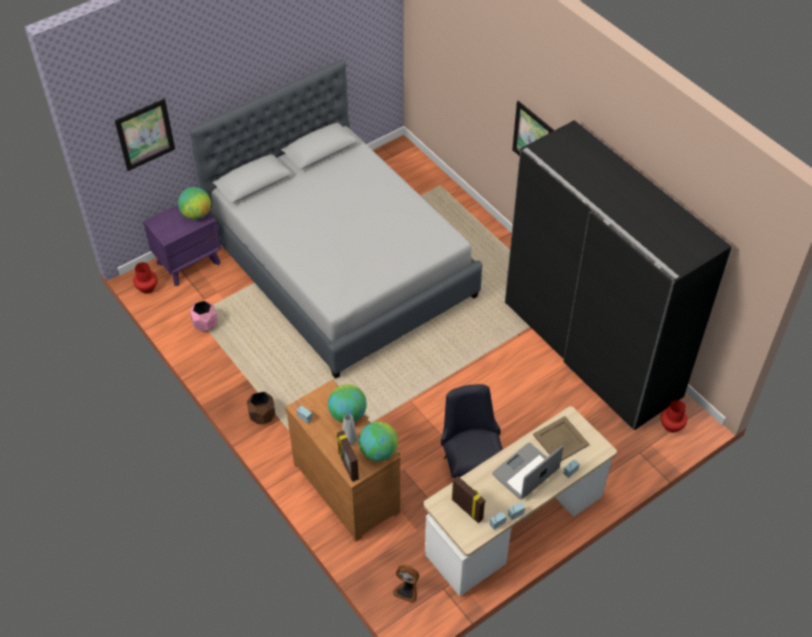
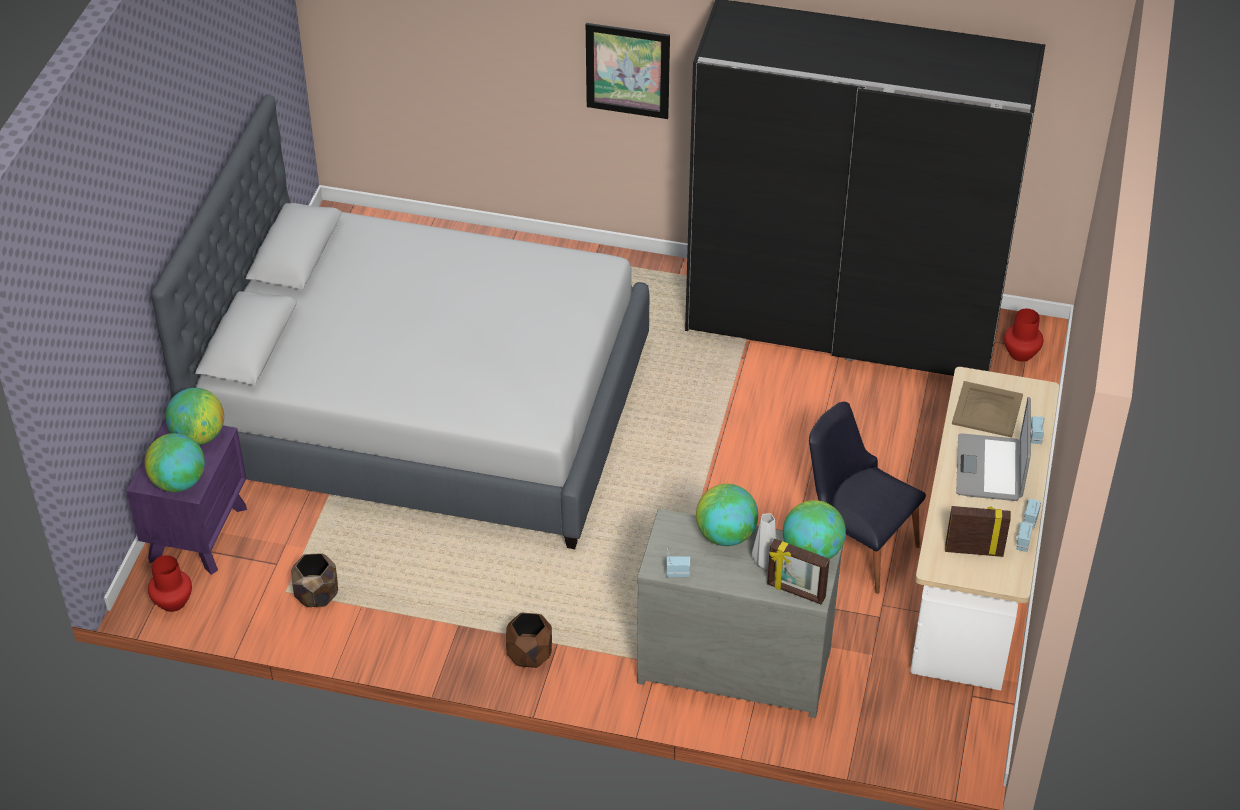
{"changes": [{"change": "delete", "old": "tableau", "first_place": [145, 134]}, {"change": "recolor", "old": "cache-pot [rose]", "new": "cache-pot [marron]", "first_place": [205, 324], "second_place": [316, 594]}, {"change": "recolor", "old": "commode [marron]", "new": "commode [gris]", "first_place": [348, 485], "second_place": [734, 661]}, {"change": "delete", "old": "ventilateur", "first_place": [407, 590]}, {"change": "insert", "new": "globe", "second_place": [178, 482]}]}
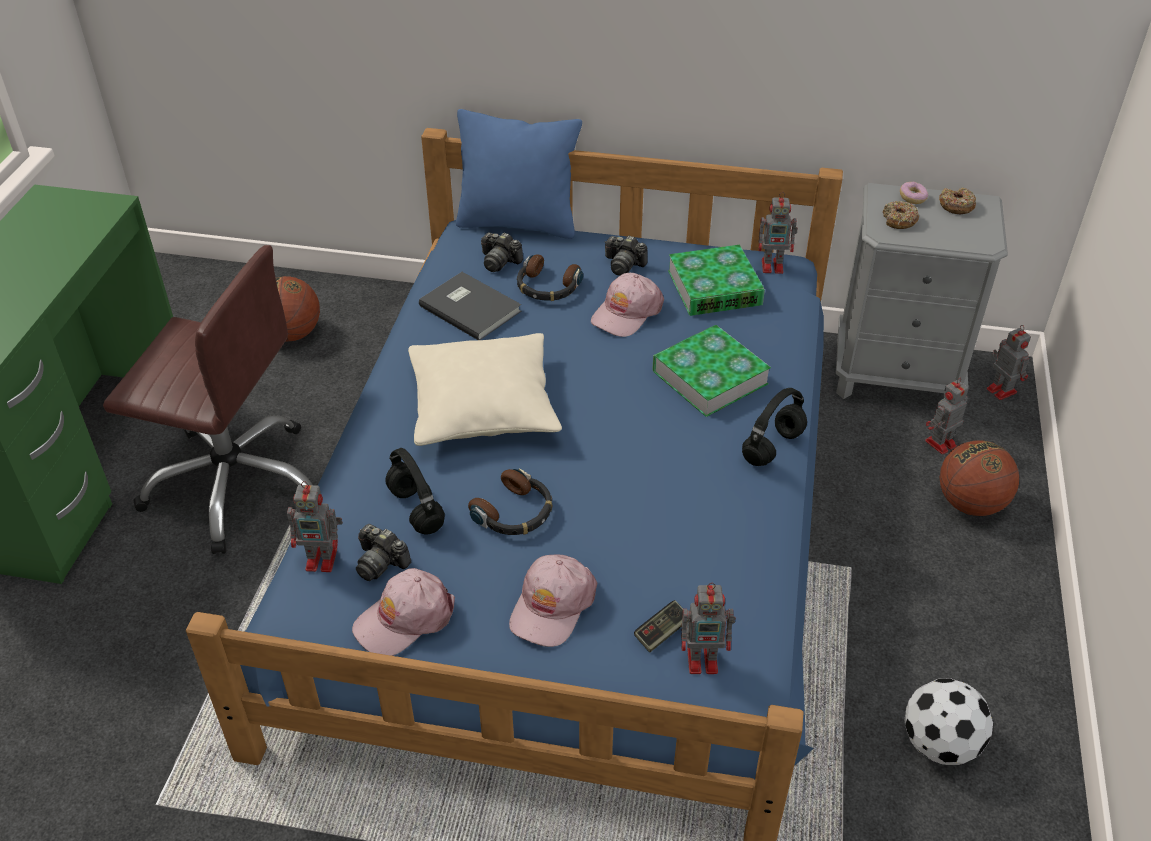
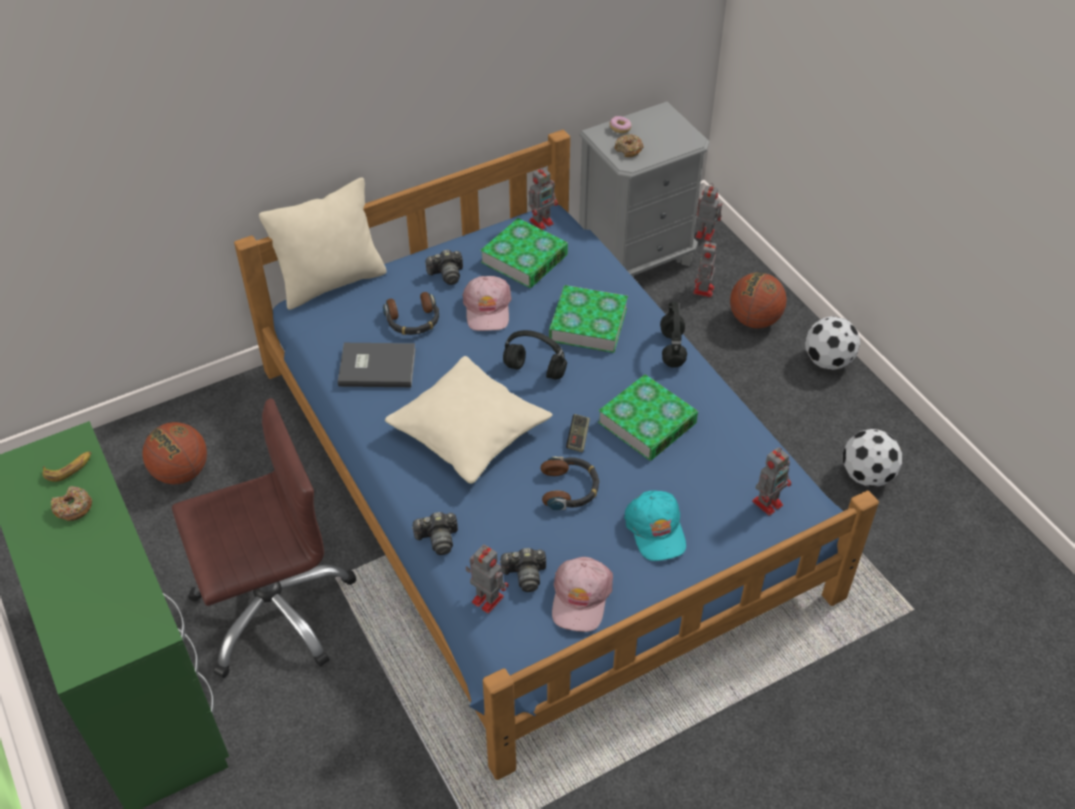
{"changes": [{"change": "recolor", "old": "coussin [bleu]", "new": "coussin [beige]", "first_place": [518, 223], "second_place": [332, 282]}, {"change": "move", "old": "beignet", "first_place": [956, 206], "second_place": [73, 508]}, {"change": "move", "old": "appareil photo", "first_place": [499, 261], "second_place": [437, 539]}, {"change": "move", "old": "casque audio [noir]", "first_place": [417, 510], "second_place": [536, 370]}, {"change": "rotate", "old": "robot jouet", "first_place": [323, 559], "second_place": [486, 598], "degrees": -105}, {"change": "recolor", "old": "casquette [rose]", "new": "casquette [turquoise]", "first_place": [552, 606], "second_place": [656, 529]}, {"change": "move", "old": "manette", "first_place": [662, 632], "second_place": [578, 437]}, {"change": "insert", "new": "ballon de foot", "second_place": [828, 361]}, {"change": "insert", "new": "livre", "second_place": [647, 423]}, {"change": "insert", "new": "banane", "second_place": [69, 468]}]}
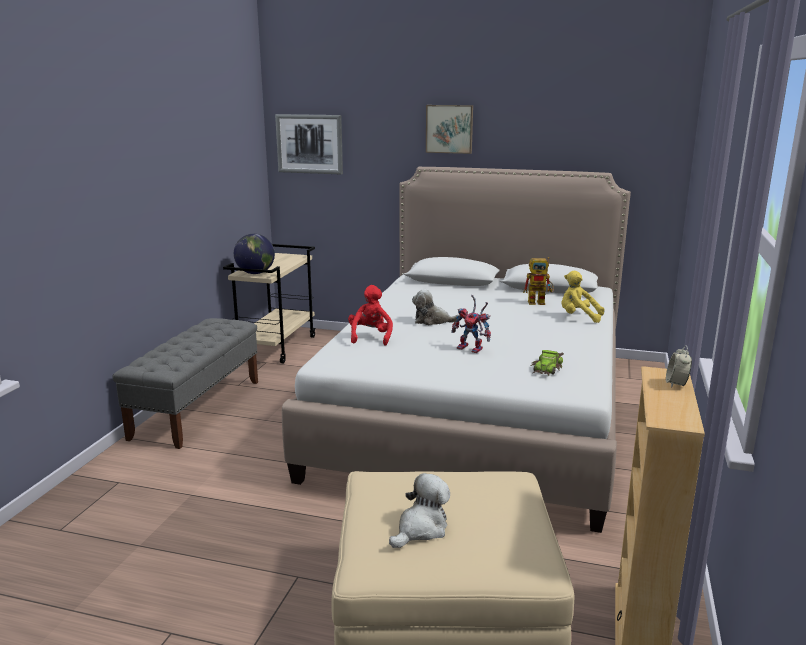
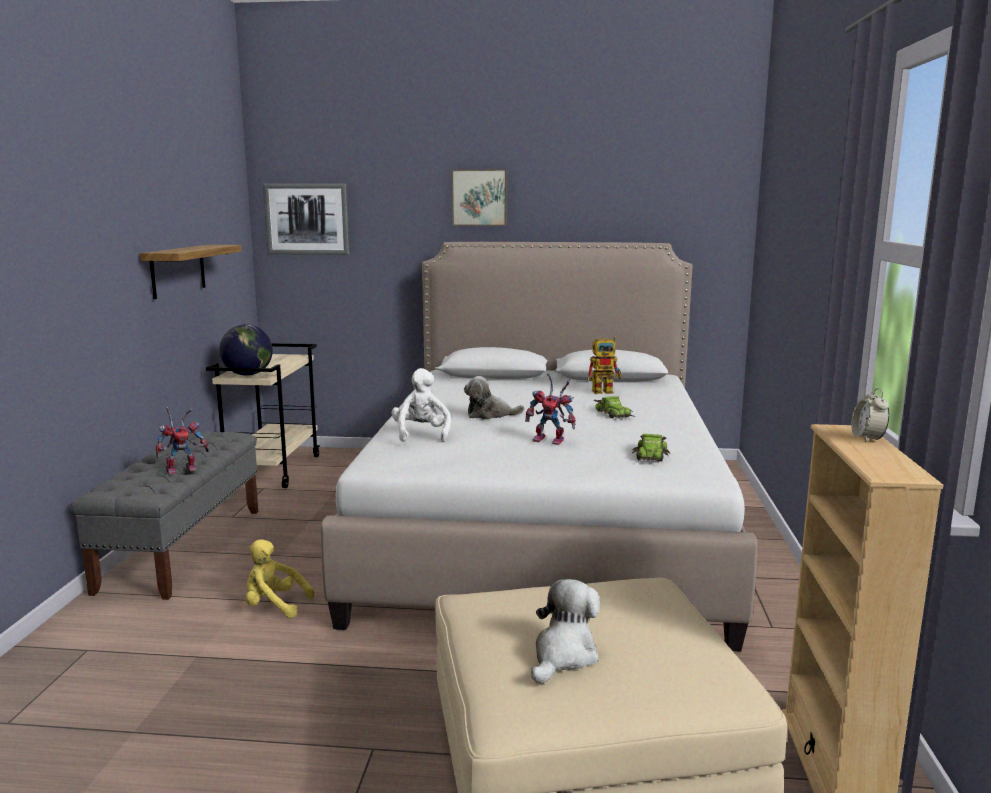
{"changes": [{"change": "move", "old": "peluche [jaune]", "first_place": [578, 317], "second_place": [274, 606]}, {"change": "recolor", "old": "peluche [rouge]", "new": "peluche [blanc]", "first_place": [370, 337], "second_place": [421, 434]}, {"change": "insert", "new": "étagère", "second_place": [178, 270]}, {"change": "insert", "new": "petite voiture", "second_place": [614, 414]}, {"change": "insert", "new": "robot jouet", "second_place": [183, 469]}]}
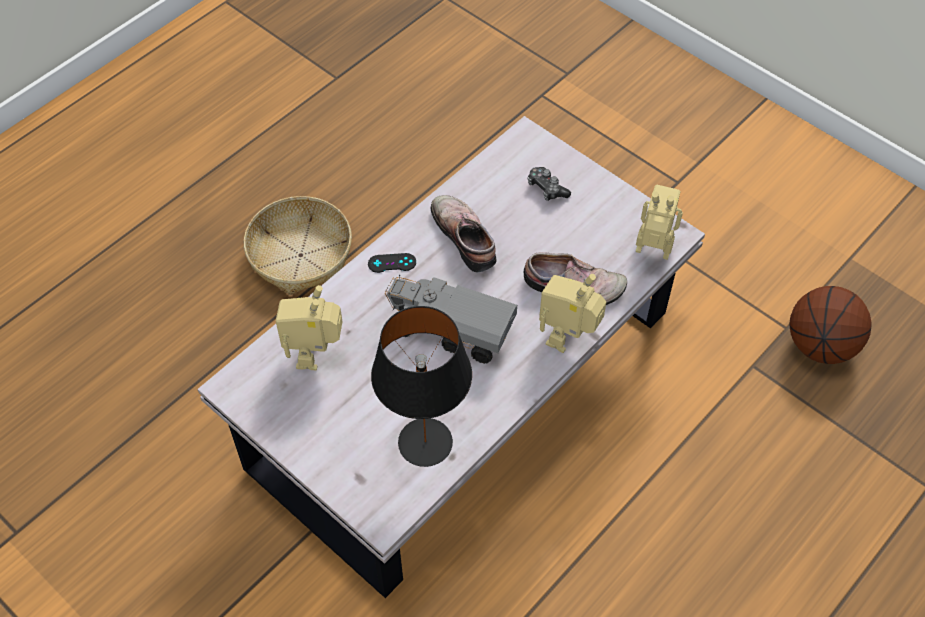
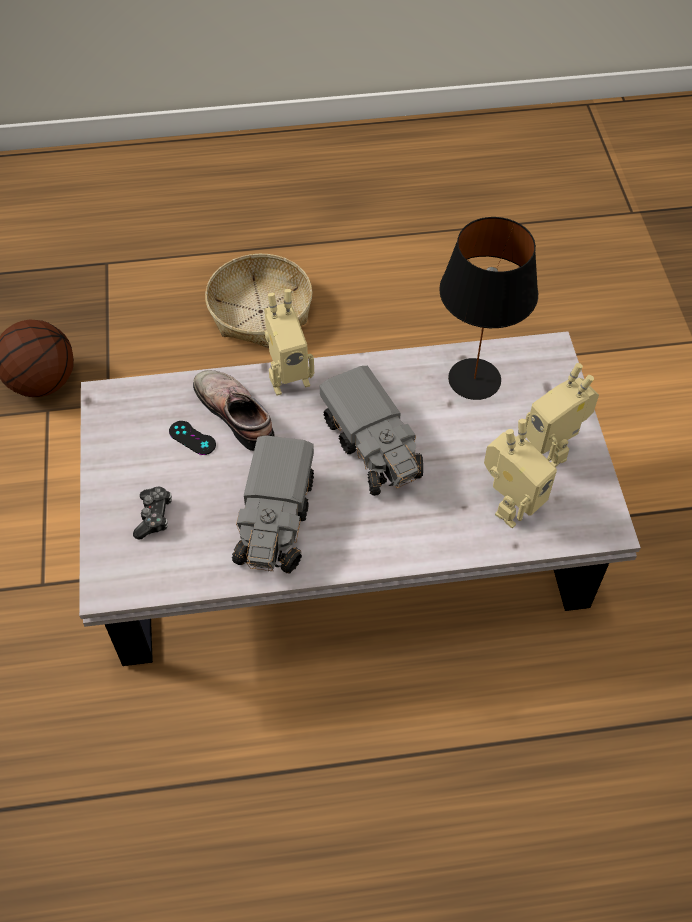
{"changes": [{"change": "move", "old": "robot jouet", "first_place": [652, 253], "second_place": [552, 449]}, {"change": "replace", "old": "chaussure", "new": "camion jouet", "first_place": [466, 236], "second_place": [276, 522]}, {"change": "move", "old": "panier", "first_place": [301, 255], "second_place": [260, 311]}, {"change": "move", "old": "manette [noir]", "first_place": [392, 263], "second_place": [192, 438]}]}
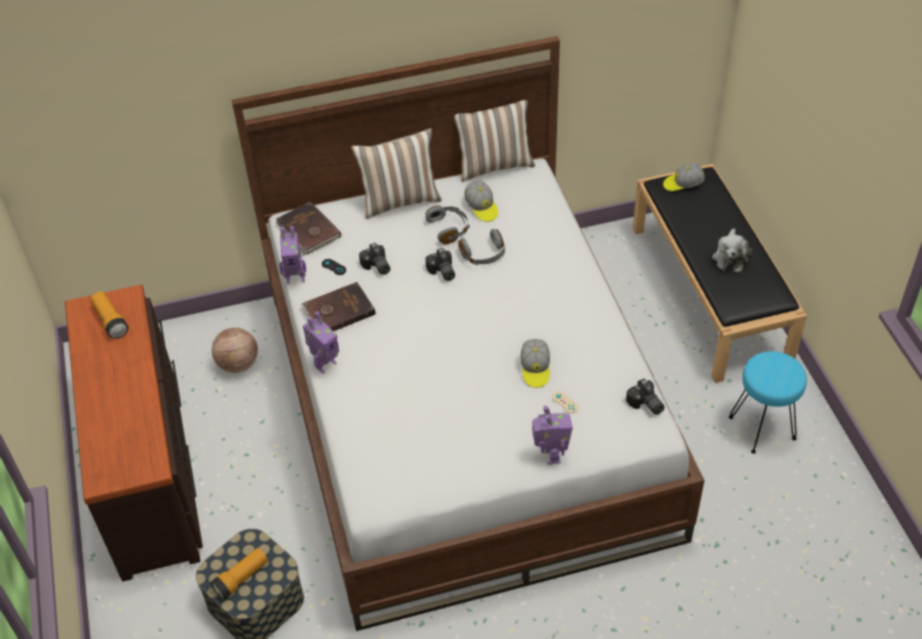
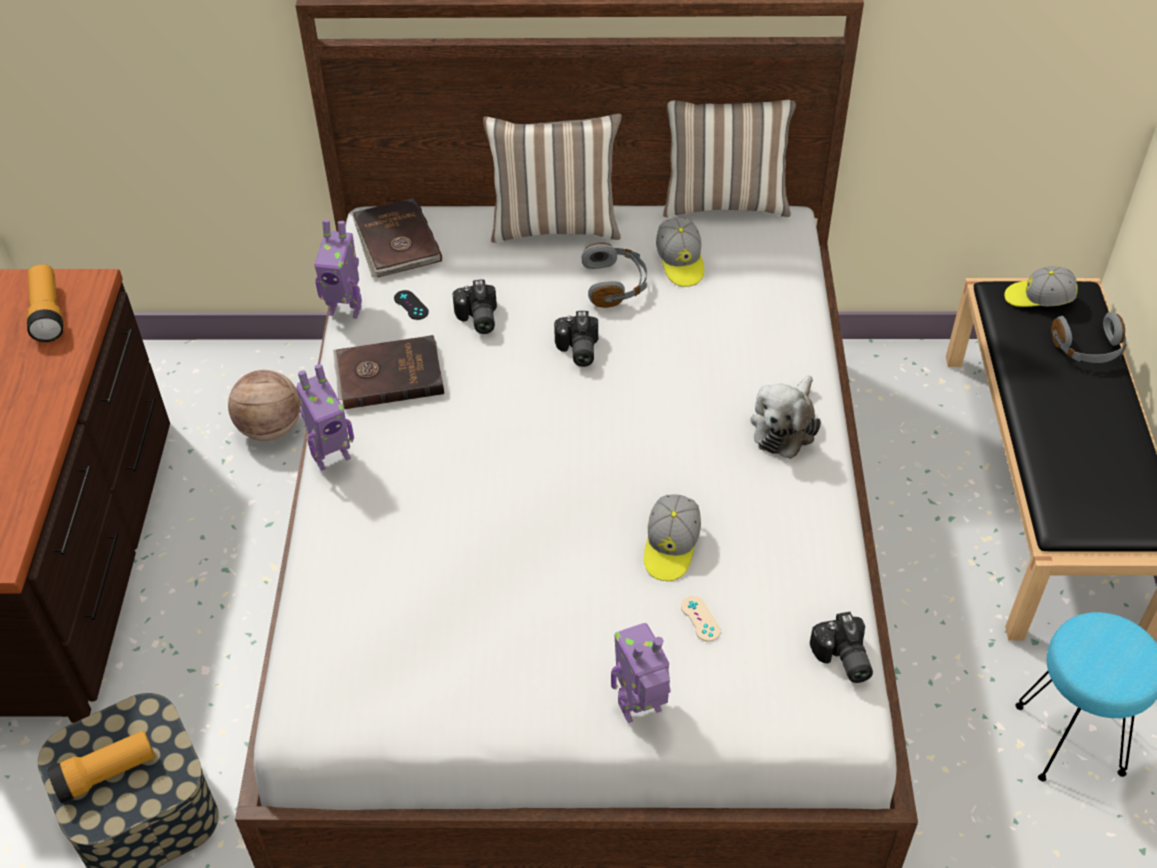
{"changes": [{"change": "move", "old": "peluche", "first_place": [730, 257], "second_place": [785, 426]}, {"change": "move", "old": "casque audio [gris]", "first_place": [483, 255], "second_place": [1088, 349]}, {"change": "rotate", "old": "robot jouet", "first_place": [551, 456], "second_place": [641, 710], "degrees": -120}]}
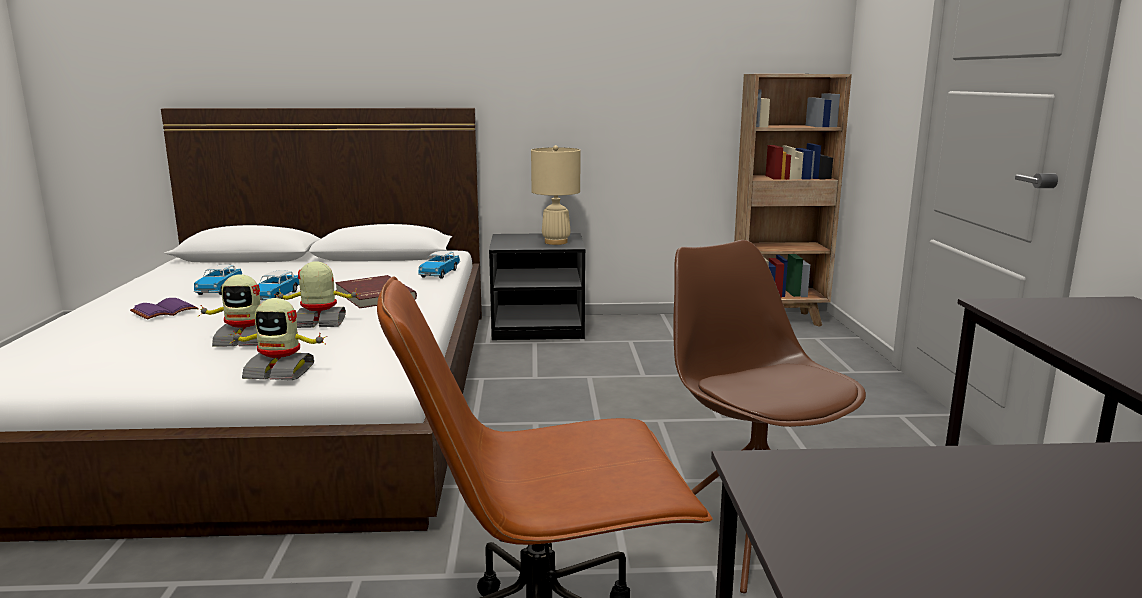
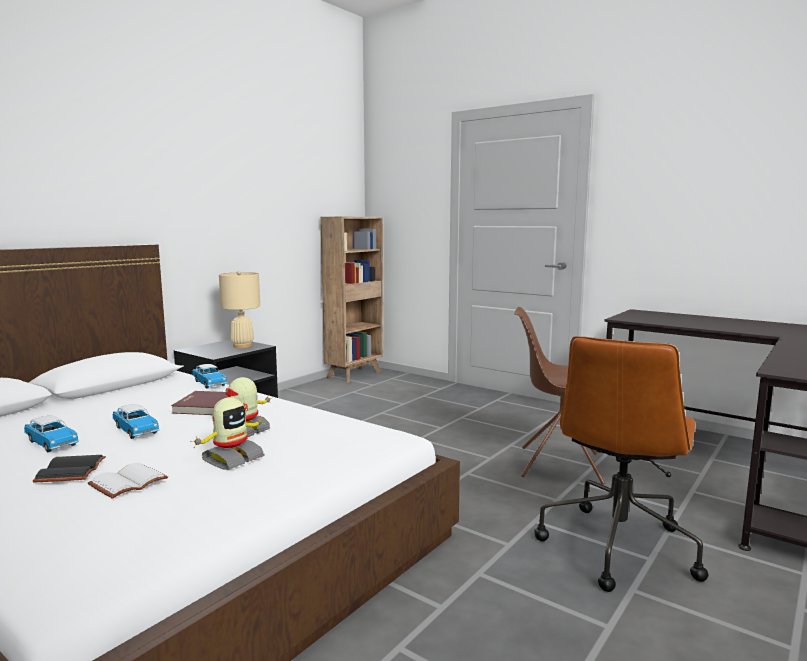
{"changes": [{"change": "recolor", "old": "livre [violet]", "new": "livre [noir]", "first_place": [164, 312], "second_place": [72, 471]}, {"change": "delete", "old": "robot jouet", "first_place": [280, 372]}, {"change": "insert", "new": "livre [blanc]", "second_place": [128, 483]}]}
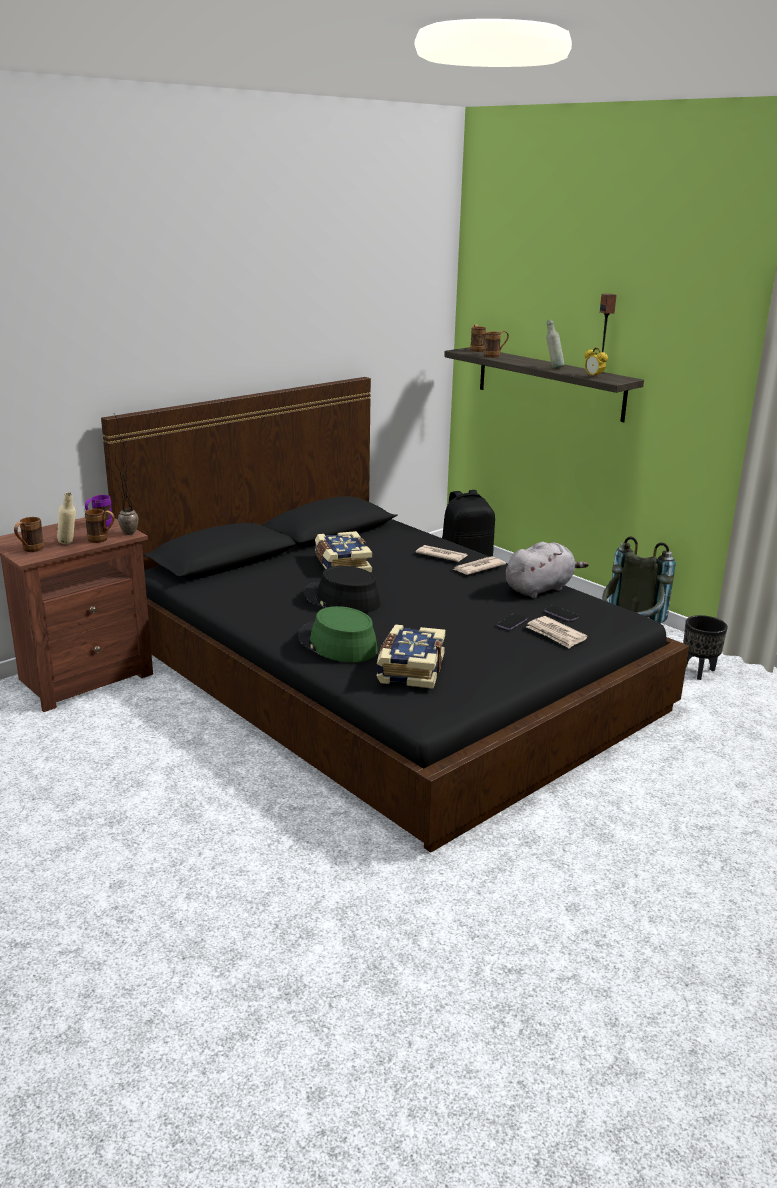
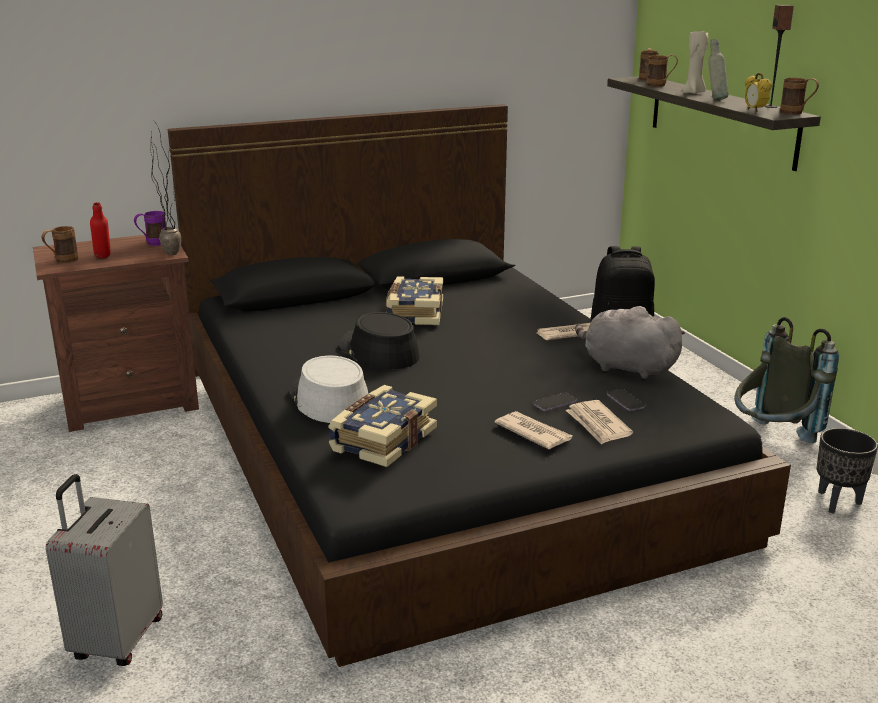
{"changes": [{"change": "recolor", "old": "bouteille [beige]", "new": "bouteille [rouge]", "first_place": [69, 544], "second_place": [103, 259]}, {"change": "move", "old": "mug [marron]", "first_place": [102, 540], "second_place": [796, 113]}, {"change": "rotate", "old": "peluche [gris]", "first_place": [540, 588], "second_place": [625, 367], "degrees": -135}, {"change": "move", "old": "journal", "first_place": [441, 555], "second_place": [533, 433]}, {"change": "recolor", "old": "chapeau [vert]", "new": "chapeau [gris]", "first_place": [337, 644], "second_place": [329, 399]}, {"change": "insert", "new": "bougie [beige]", "second_place": [694, 93]}, {"change": "insert", "new": "valise [gris]", "second_place": [116, 640]}]}
